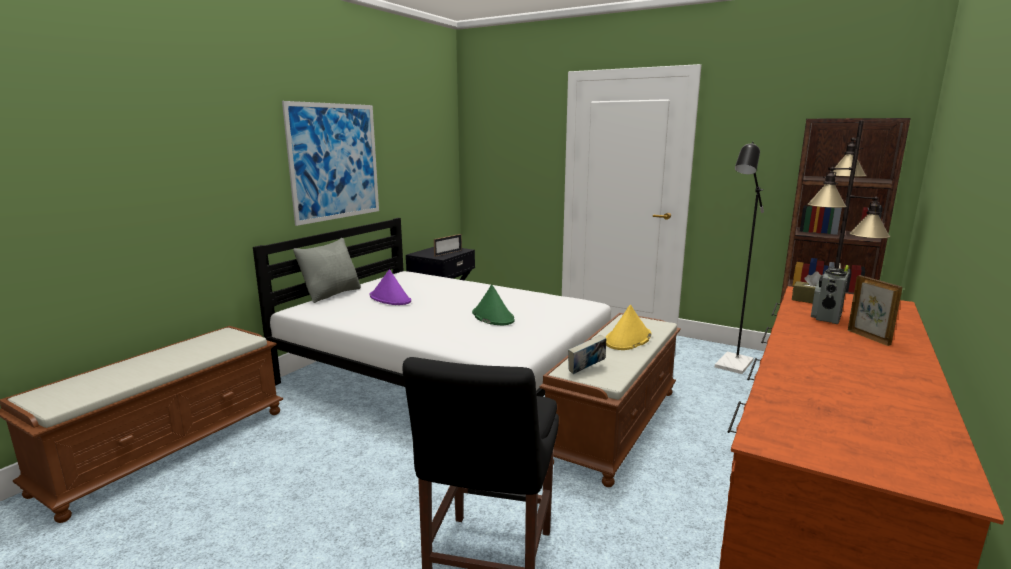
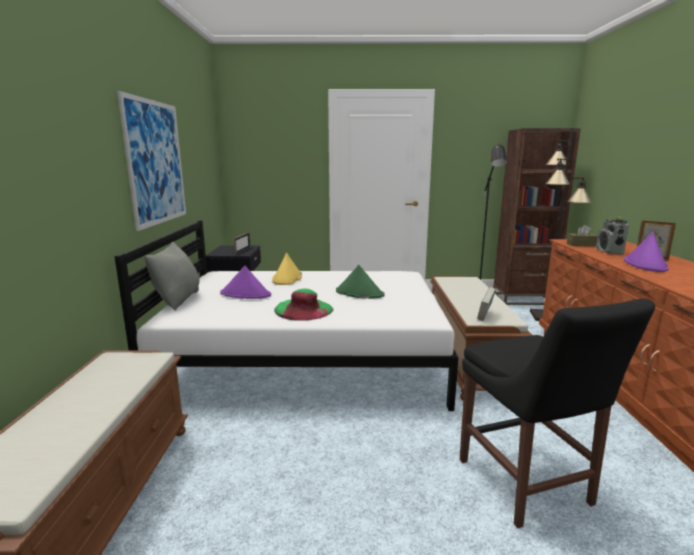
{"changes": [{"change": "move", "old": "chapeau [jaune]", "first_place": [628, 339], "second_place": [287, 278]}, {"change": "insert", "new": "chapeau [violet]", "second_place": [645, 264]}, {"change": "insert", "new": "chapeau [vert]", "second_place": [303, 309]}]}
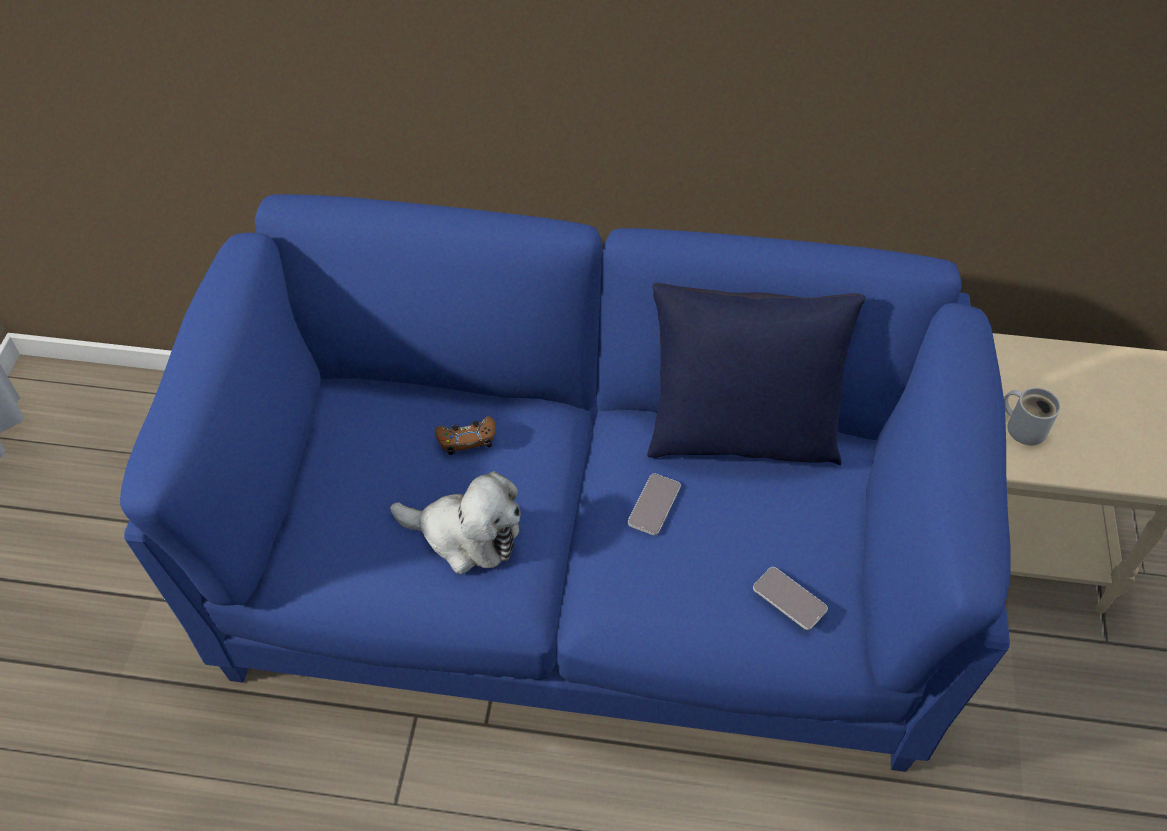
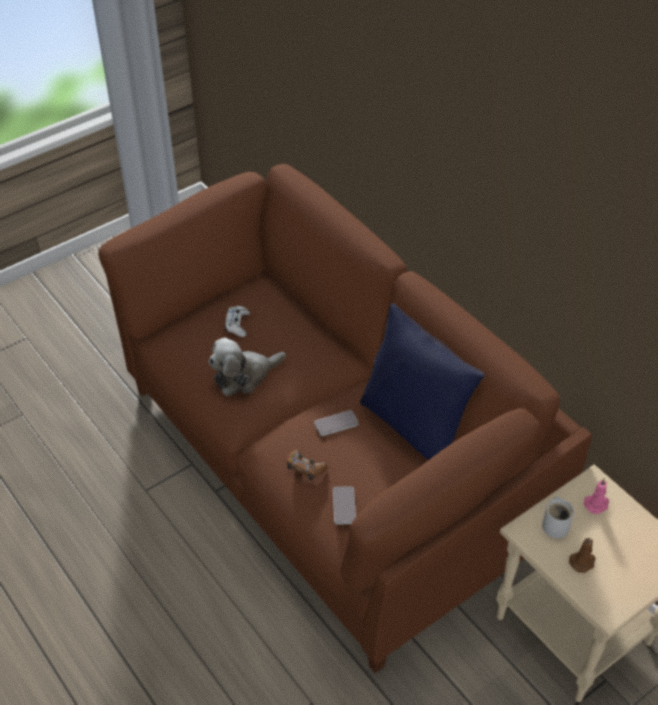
{"changes": [{"change": "recolor", "old": "canapé [bleu]", "new": "canapé [marron]", "first_place": [584, 573], "second_place": [330, 465]}, {"change": "move", "old": "manette [marron]", "first_place": [467, 439], "second_place": [305, 467]}, {"change": "rotate", "old": "peluche", "first_place": [466, 536], "second_place": [244, 376], "degrees": 90}, {"change": "insert", "new": "manette [blanc]", "second_place": [237, 324]}, {"change": "insert", "new": "bougie [rose]", "second_place": [597, 504]}, {"change": "insert", "new": "bougie [marron]", "second_place": [582, 562]}]}
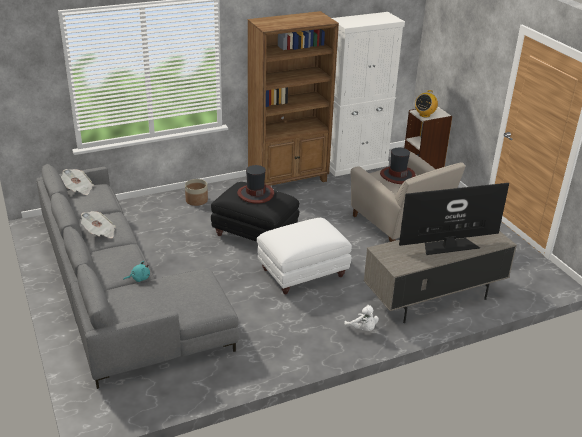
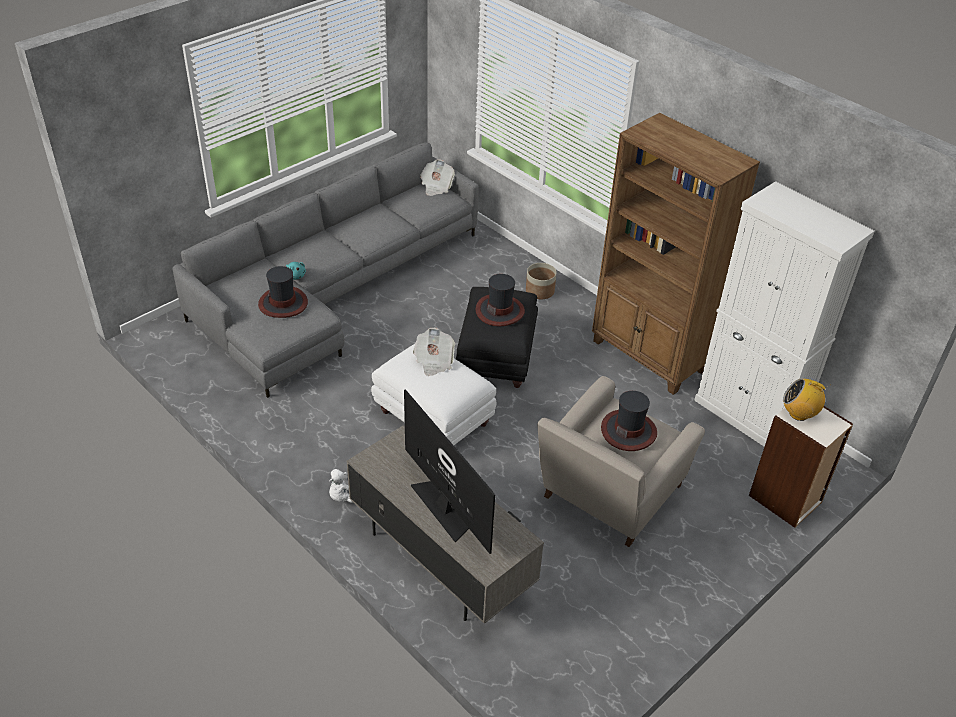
{"changes": [{"change": "move", "old": "journal", "first_place": [99, 232], "second_place": [434, 361]}, {"change": "insert", "new": "chapeau", "second_place": [283, 303]}]}
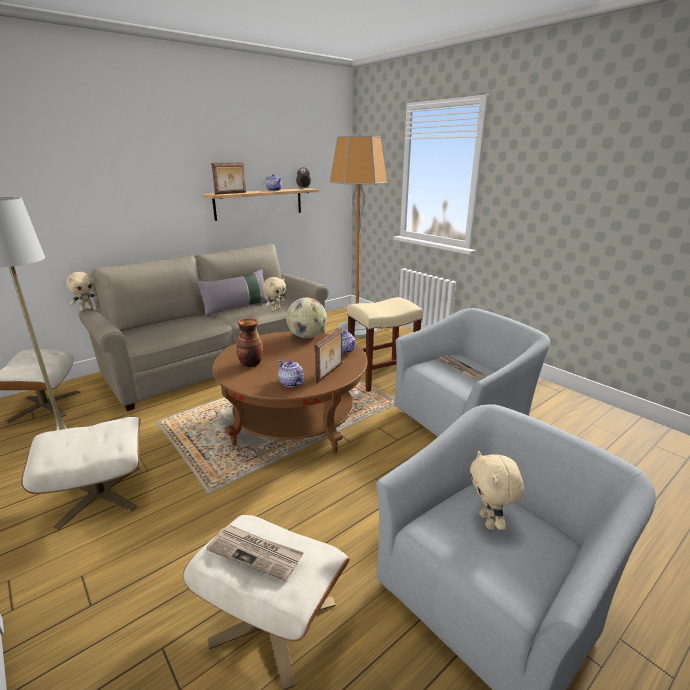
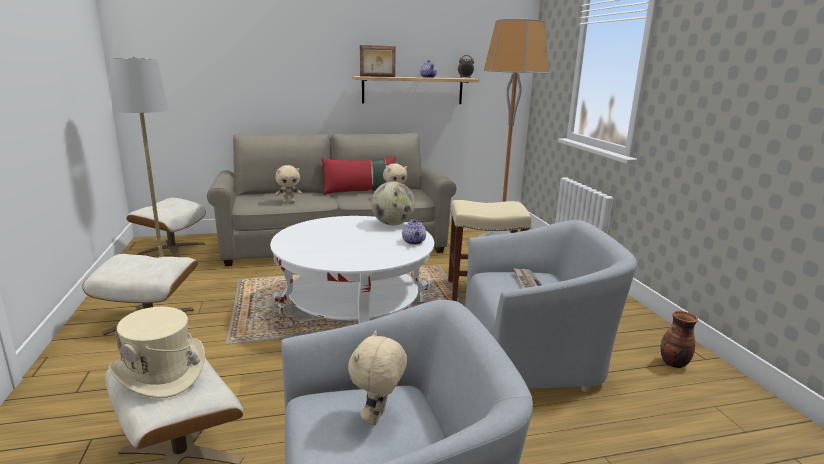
{"changes": [{"change": "recolor", "old": "coussin [gris]", "new": "coussin [rouge]", "first_place": [236, 308], "second_place": [360, 192]}, {"change": "move", "old": "peluche [beige]", "first_place": [87, 309], "second_place": [289, 202]}, {"change": "move", "old": "vase", "first_place": [250, 364], "second_place": [673, 363]}, {"change": "delete", "old": "cadre photo", "first_place": [330, 373]}, {"change": "recolor", "old": "table basse [marron]", "new": "table basse [blanc]", "first_place": [294, 420], "second_place": [354, 307]}, {"change": "delete", "old": "théière", "first_place": [290, 383]}, {"change": "replace", "old": "journal", "new": "chapeau [beige]", "first_place": [256, 553], "second_place": [160, 372]}]}
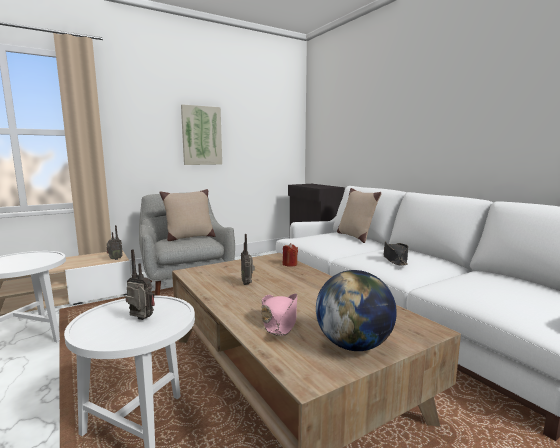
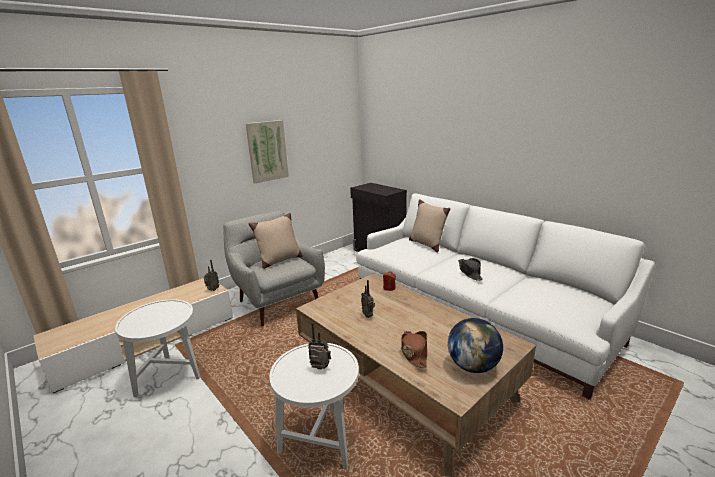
{"changes": [{"change": "recolor", "old": "chapeau [rose]", "new": "chapeau [marron]", "first_place": [279, 321], "second_place": [414, 352]}]}
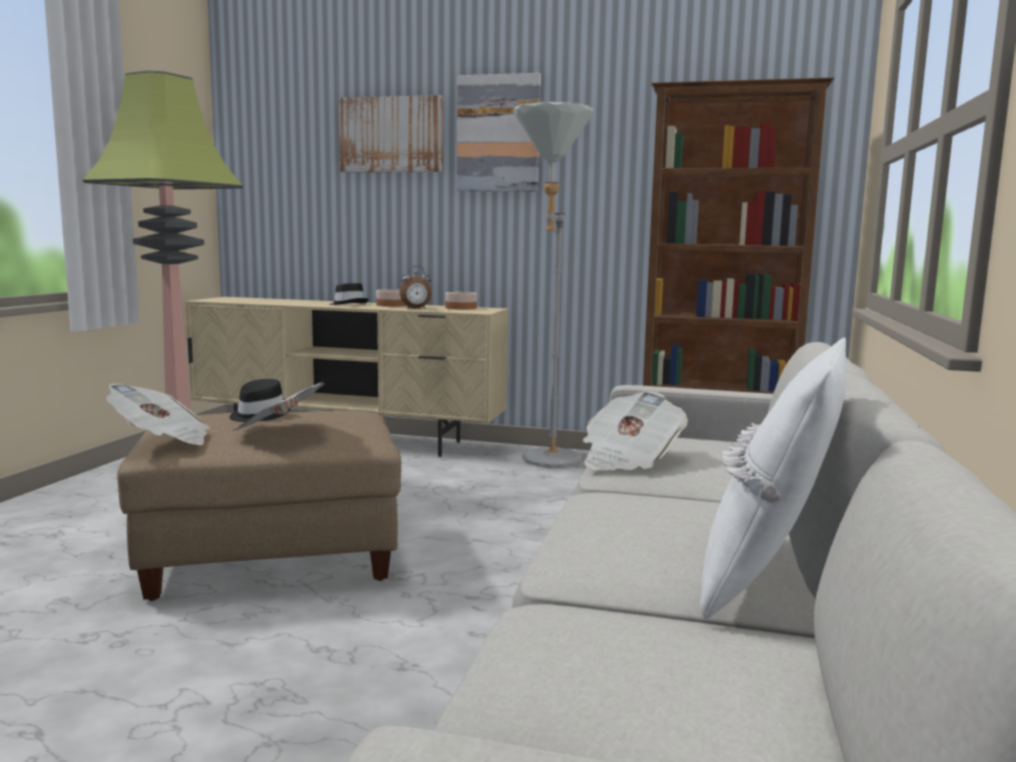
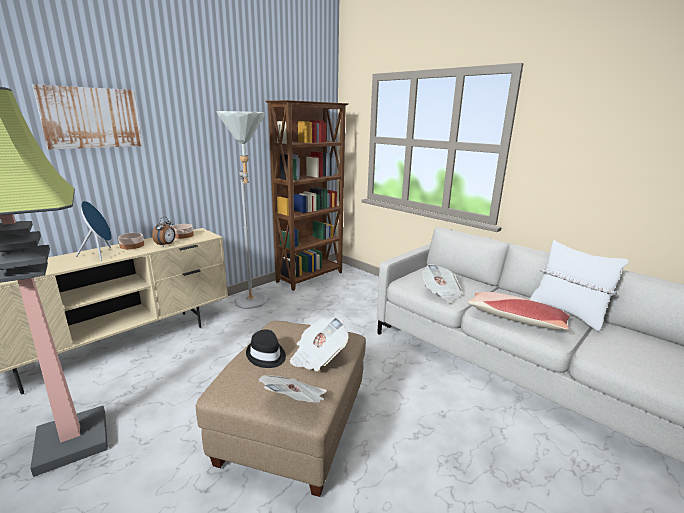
{"changes": [{"change": "delete", "old": "tableau", "first_place": [498, 134]}, {"change": "replace", "old": "chapeau [noir]", "new": "enceinte [bleu]", "first_place": [348, 304], "second_place": [101, 254]}, {"change": "insert", "new": "coussin", "second_place": [515, 319]}]}
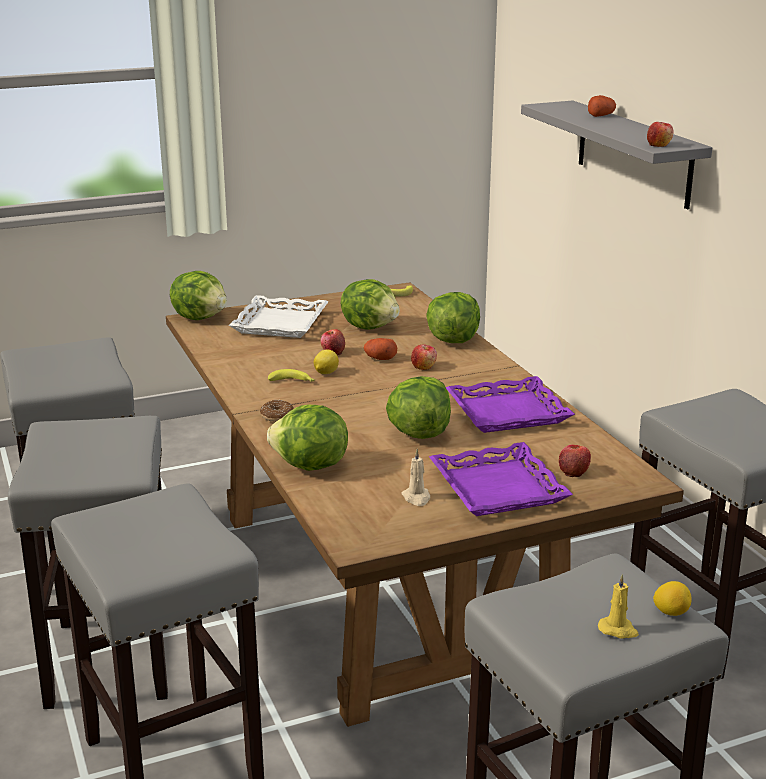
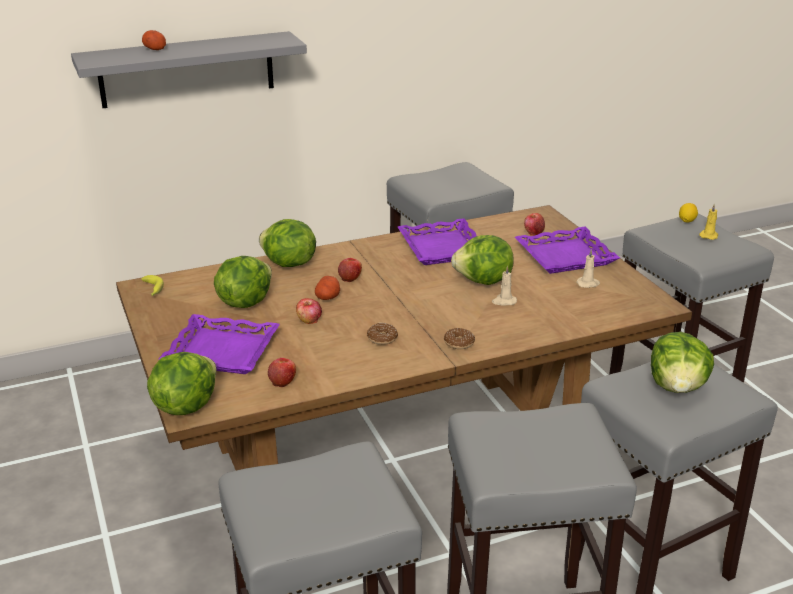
{"changes": [{"change": "move", "old": "pomme", "first_place": [659, 145], "second_place": [282, 381]}, {"change": "recolor", "old": "plateau [blanc]", "new": "plateau [violet]", "first_place": [281, 324], "second_place": [222, 351]}, {"change": "delete", "old": "citron", "first_place": [325, 373]}, {"change": "replace", "old": "banane", "new": "beignet", "first_place": [293, 382], "second_place": [382, 338]}, {"change": "move", "old": "laitue", "first_place": [310, 466], "second_place": [677, 387]}, {"change": "insert", "new": "bougie [beige]", "second_place": [504, 301]}]}
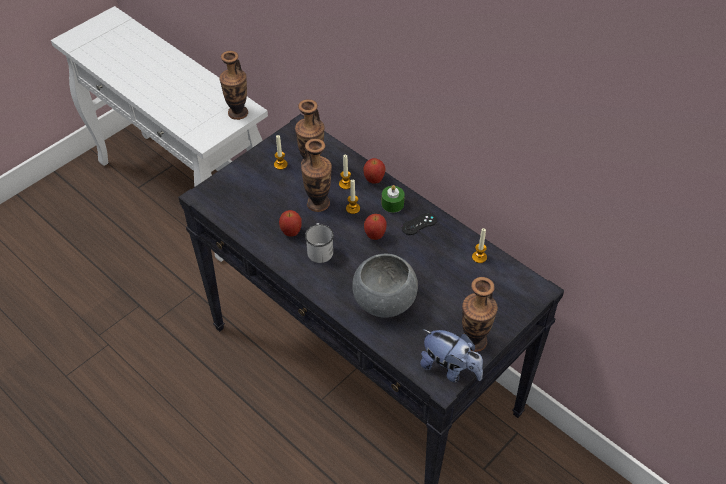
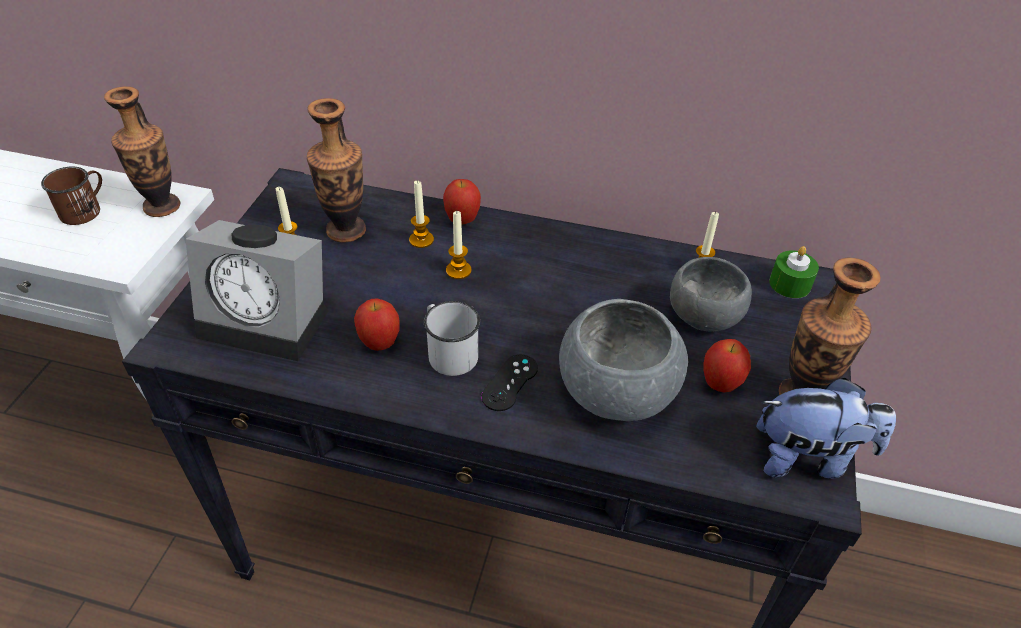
{"changes": [{"change": "delete", "old": "vase", "first_place": [318, 203]}, {"change": "move", "old": "bougie [vert]", "first_place": [392, 204], "second_place": [790, 284]}, {"change": "move", "old": "manette [noir]", "first_place": [419, 224], "second_place": [510, 382]}, {"change": "move", "old": "pomme", "first_place": [375, 236], "second_place": [720, 384]}, {"change": "insert", "new": "mug [marron]", "second_place": [85, 210]}, {"change": "insert", "new": "réveil", "second_place": [270, 320]}, {"change": "insert", "new": "bol [gris]", "second_place": [703, 314]}]}
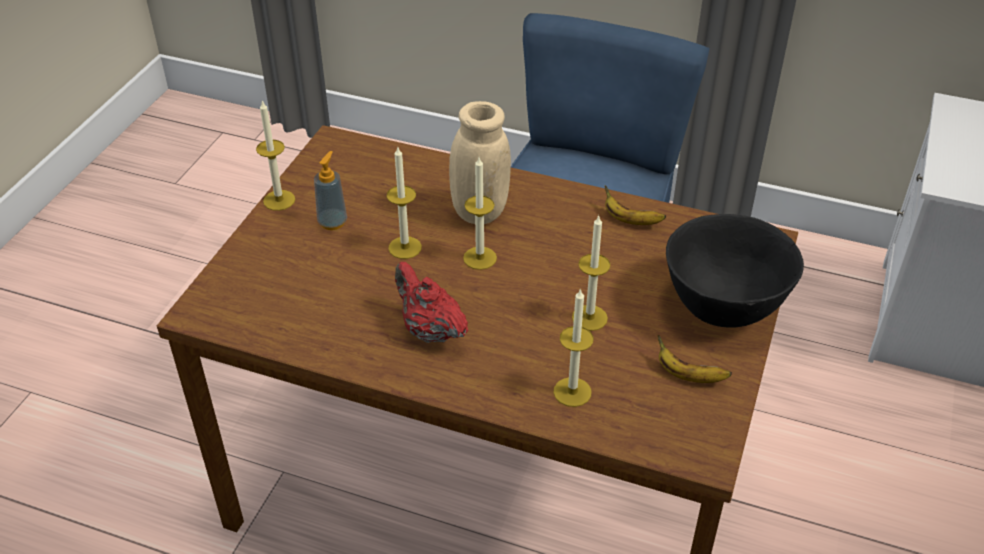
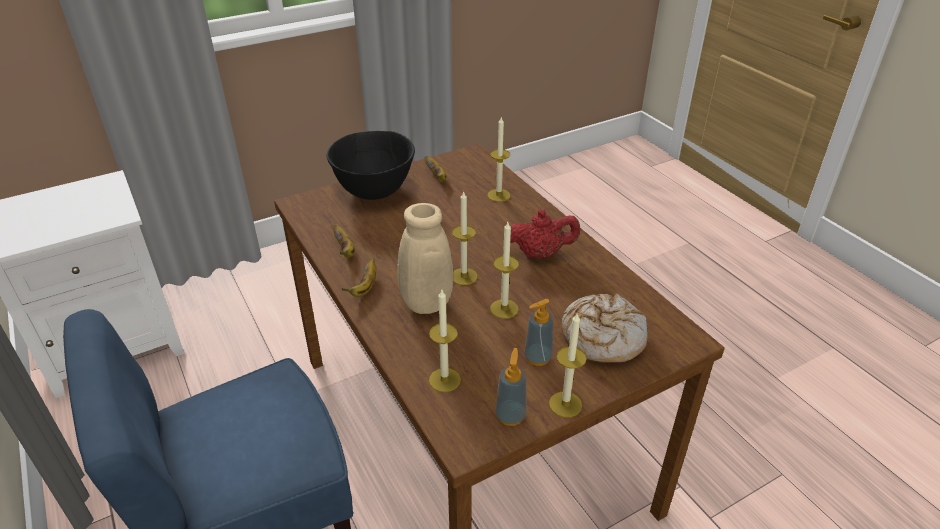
{"changes": [{"change": "move", "old": "bougie", "first_place": [589, 318], "second_place": [444, 380]}, {"change": "rotate", "old": "théière [rouge]", "first_place": [430, 330], "second_place": [540, 253], "degrees": -90}, {"change": "insert", "new": "banane", "second_place": [365, 287]}, {"change": "insert", "new": "pain", "second_place": [601, 337]}, {"change": "insert", "new": "distributeur de savon", "second_place": [510, 415]}]}
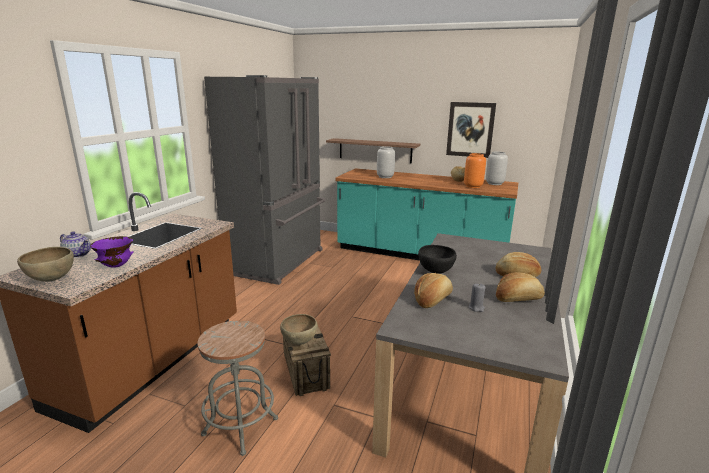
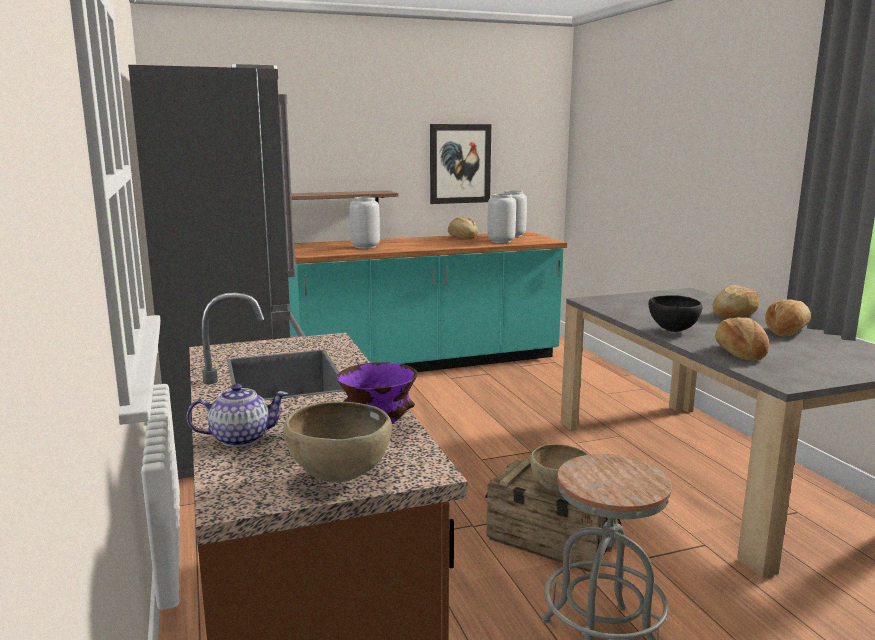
{"changes": [{"change": "recolor", "old": "vase [orange]", "new": "vase [gris]", "first_place": [473, 186], "second_place": [501, 241]}, {"change": "delete", "old": "bougie [gris]", "first_place": [476, 308]}]}
